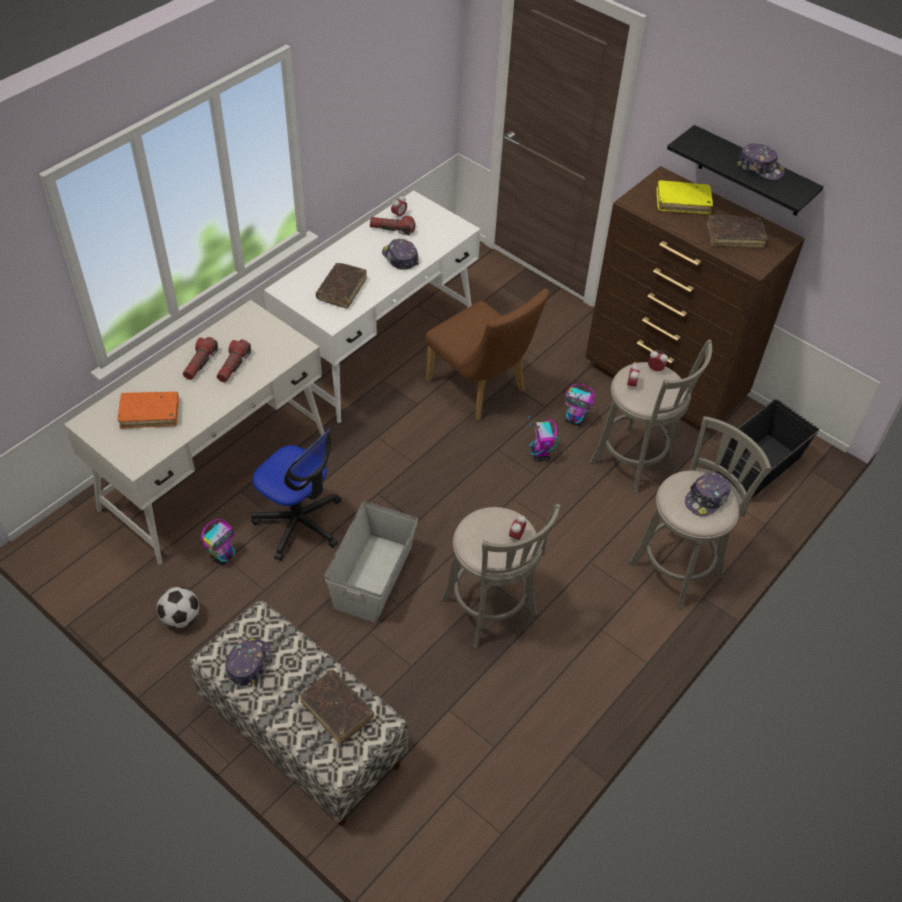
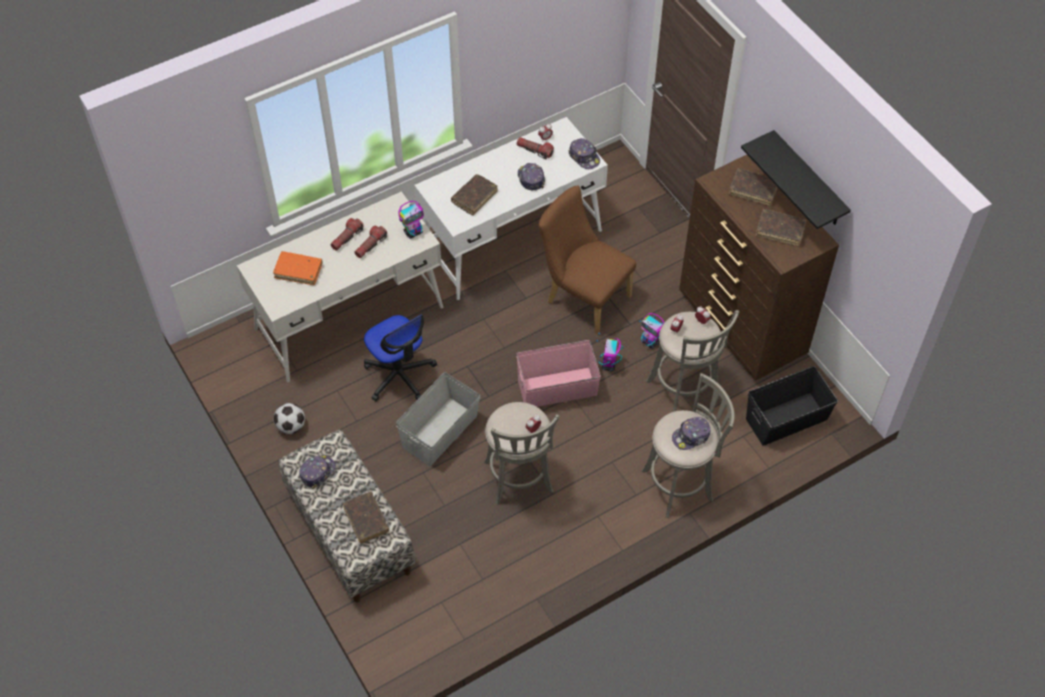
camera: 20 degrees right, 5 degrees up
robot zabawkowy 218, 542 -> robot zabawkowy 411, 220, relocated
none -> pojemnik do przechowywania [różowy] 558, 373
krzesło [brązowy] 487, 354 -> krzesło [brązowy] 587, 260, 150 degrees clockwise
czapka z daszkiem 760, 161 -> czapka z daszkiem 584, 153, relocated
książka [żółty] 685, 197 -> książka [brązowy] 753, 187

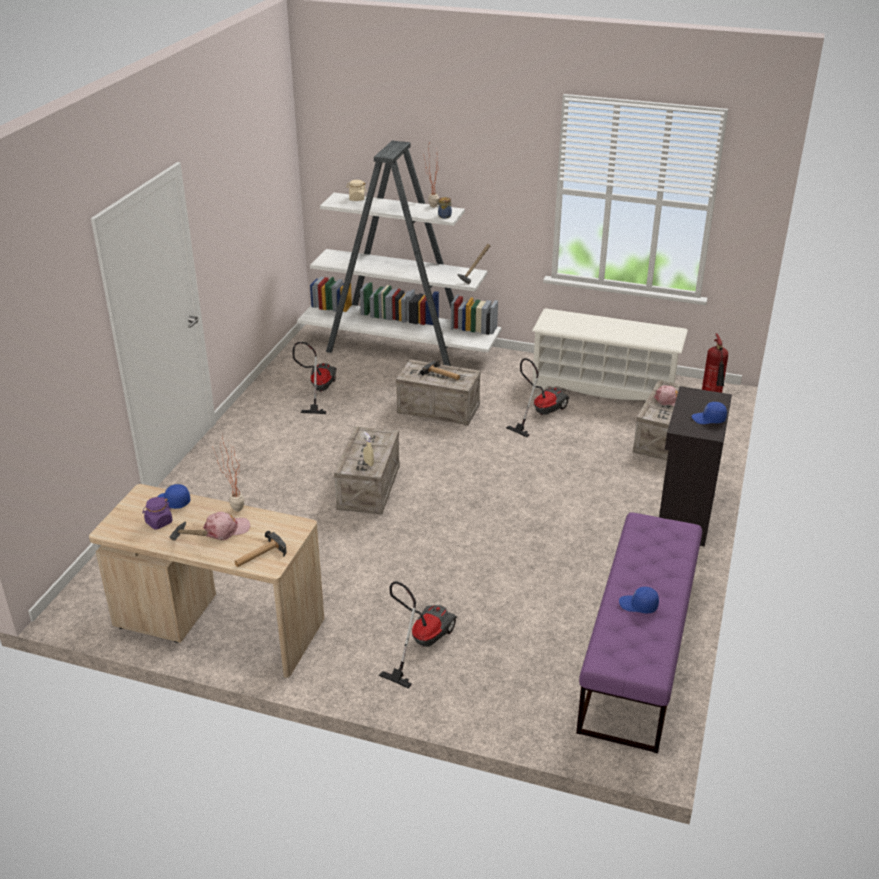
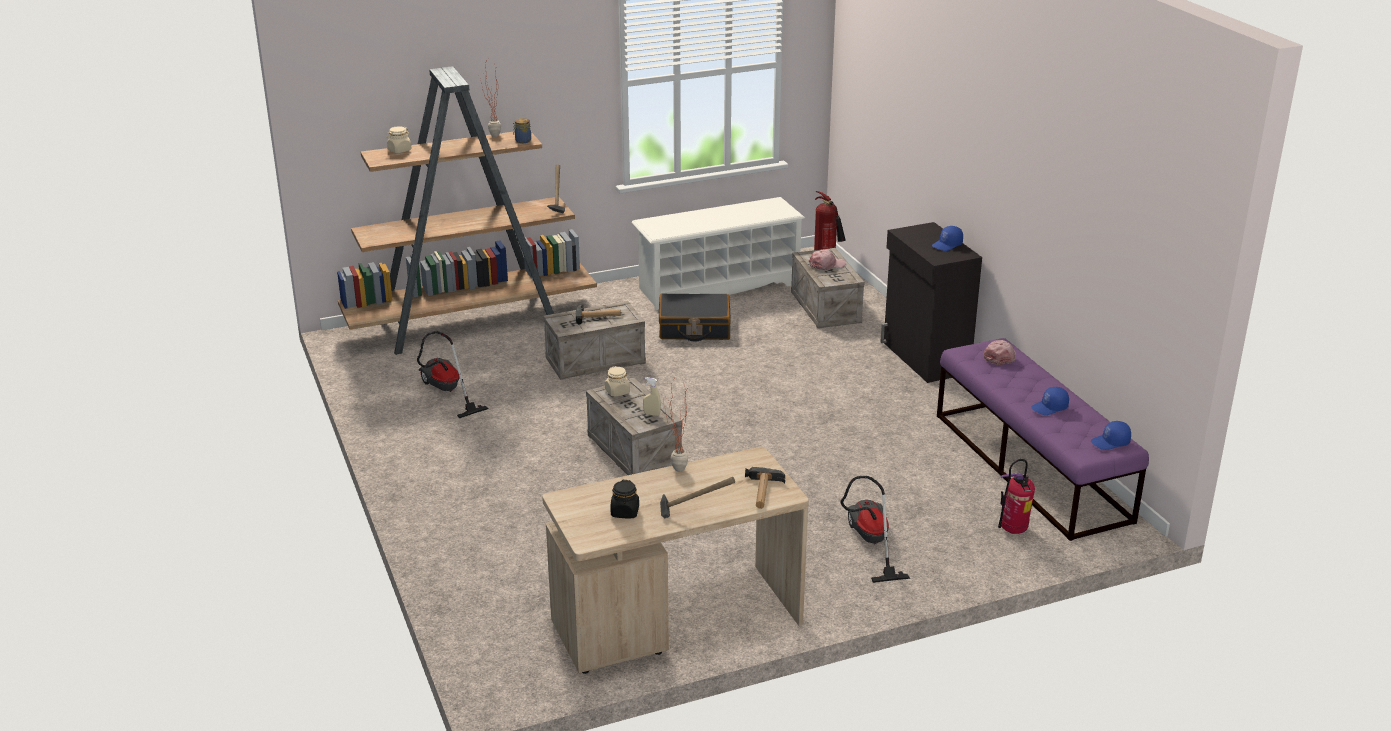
camera: 40 degrees left, 5 degrees down
regał [biały] 399, 253 -> regał [brązowy] 467, 210
none -> słoik [beżowy] 617, 381
słoik [fioletowy] 157, 513 -> słoik [czarny] 624, 499
odkurzacz 537, 397 -> walizka [czarny] 695, 317
czapka z daszkiem [różowy] 226, 526 -> czapka z daszkiem [różowy] 1000, 352, relocated
none -> gaśnica 1016, 496
czapka z daszkiem [niebieski] 174, 496 -> czapka z daszkiem [niebieski] 1111, 435, relocated

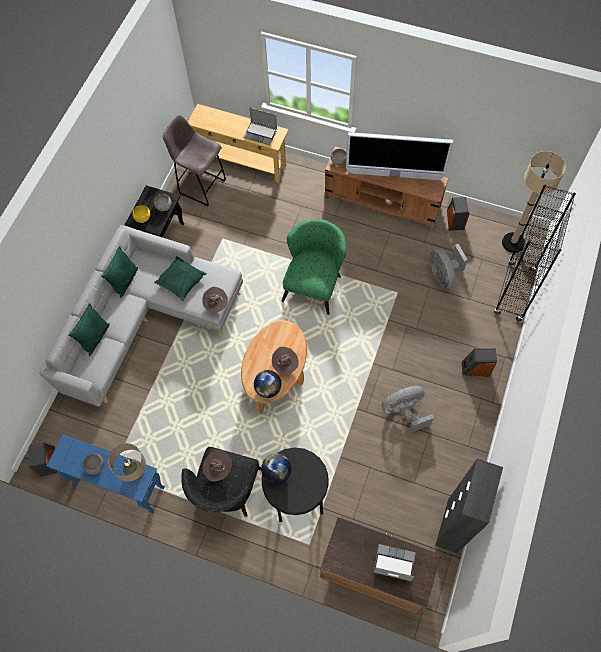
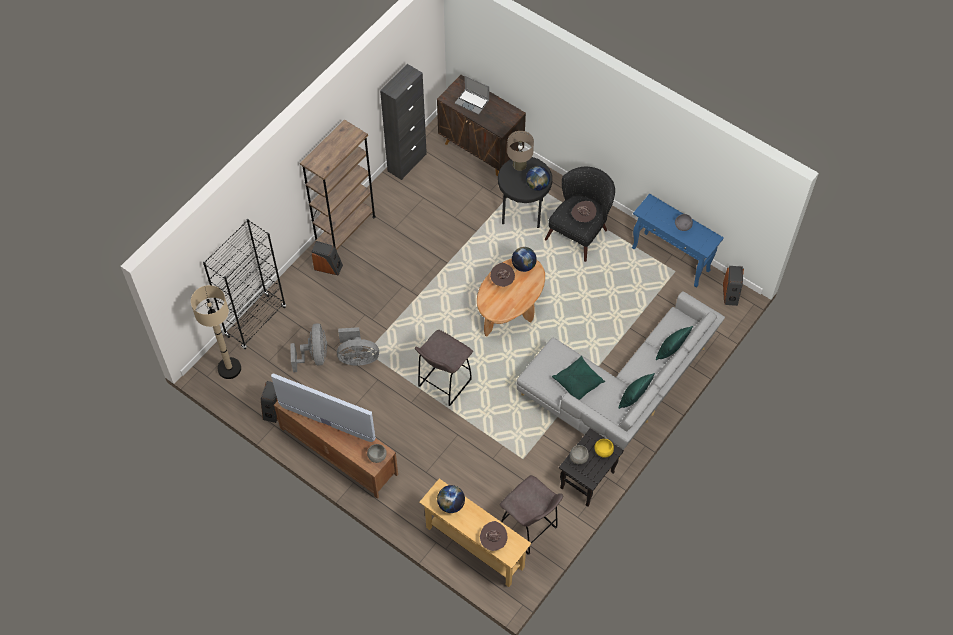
camera: 165 degrees left, 5 degrees down
none -> regał [brązowy] 338, 184
wentylator [szary] 408, 409 -> wentylator [szary] 358, 346, relocated
fotel [zielony] 314, 267 -> stołek [szary] 444, 368
laptop 260, 126 -> globus 451, 499
kapelusz [brązowy] 215, 300 -> kapelusz [brązowy] 494, 536, relocated
lampa stołowa [beżowy] 127, 462 -> lampa stołowa [beżowy] 520, 151, relocated

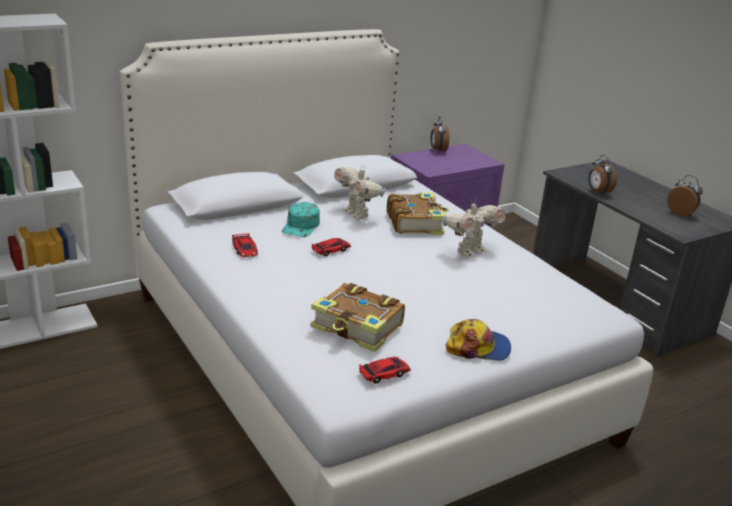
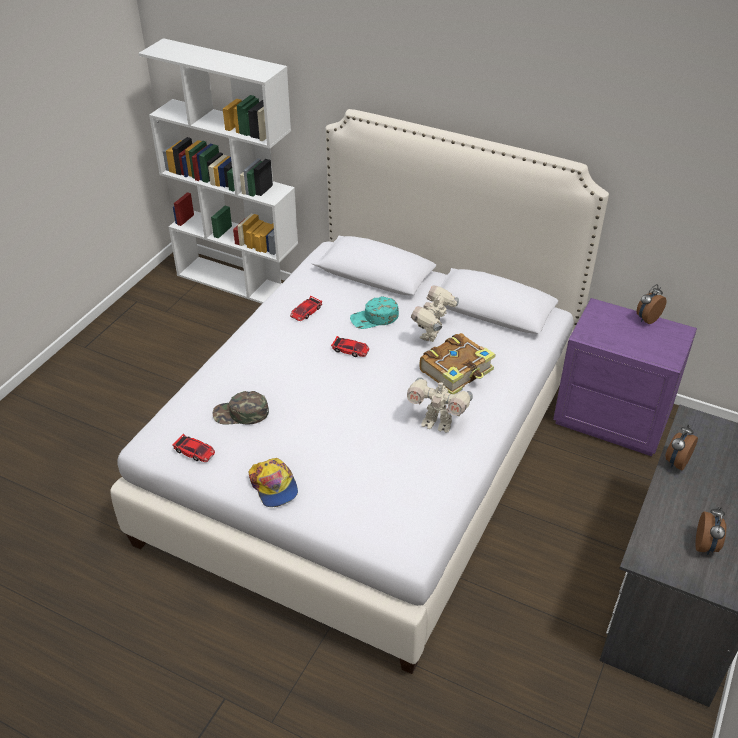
camera: 60 degrees right, 15 degrees up
książka 357, 317 -> czapka z daszkiem [zielony] 241, 407

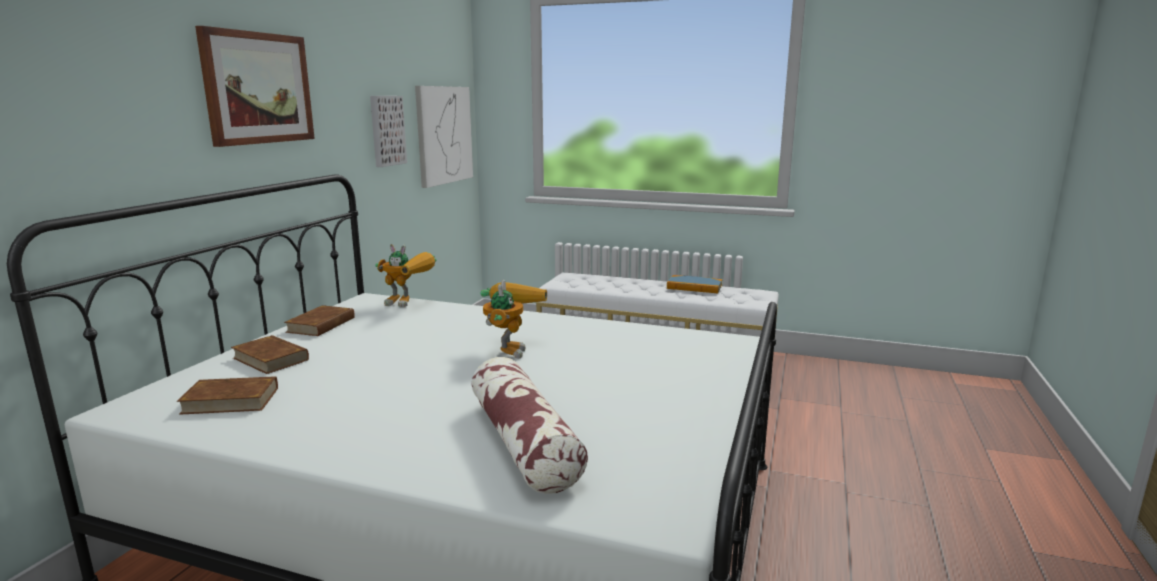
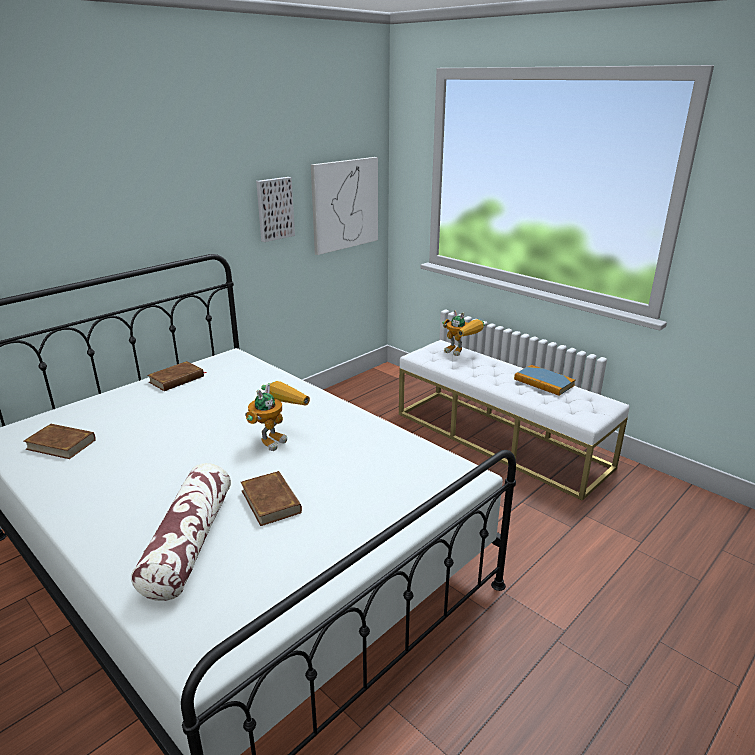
camera: 25 degrees right, 10 degrees up
książka [brązowy] 270, 354 -> książka [brązowy] 271, 498, relocated
robot zabawkowy 405, 275 -> robot zabawkowy 463, 333, relocated
obraz 255, 86 -> none

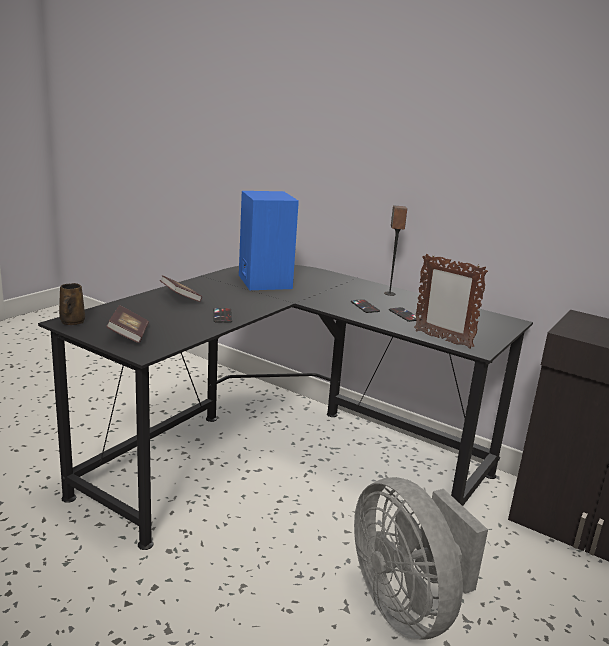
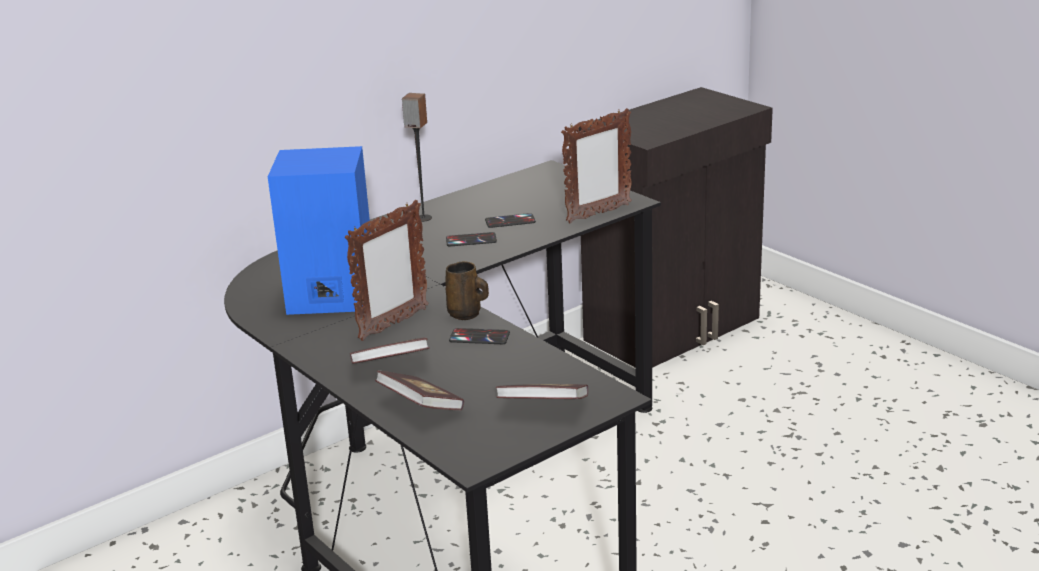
camera: 70 degrees left, 5 degrees up
none -> ramka na zdjęcie 387, 270
none -> książka 419, 390
kubek [brązowy] 72, 304 -> kubek [brązowy] 467, 290, relocated
wentylator [szary] 421, 558 -> none

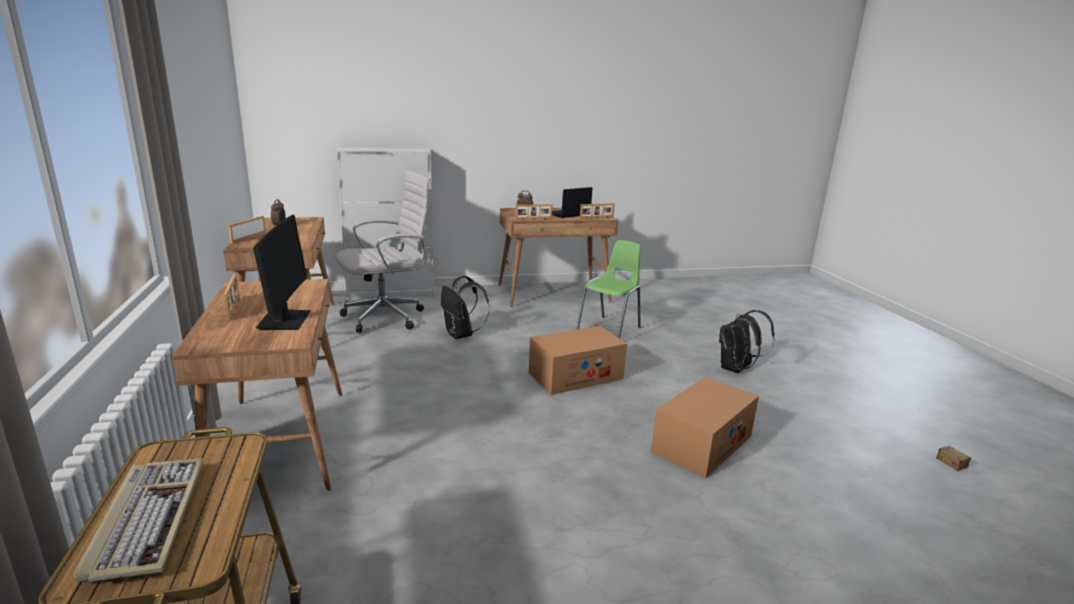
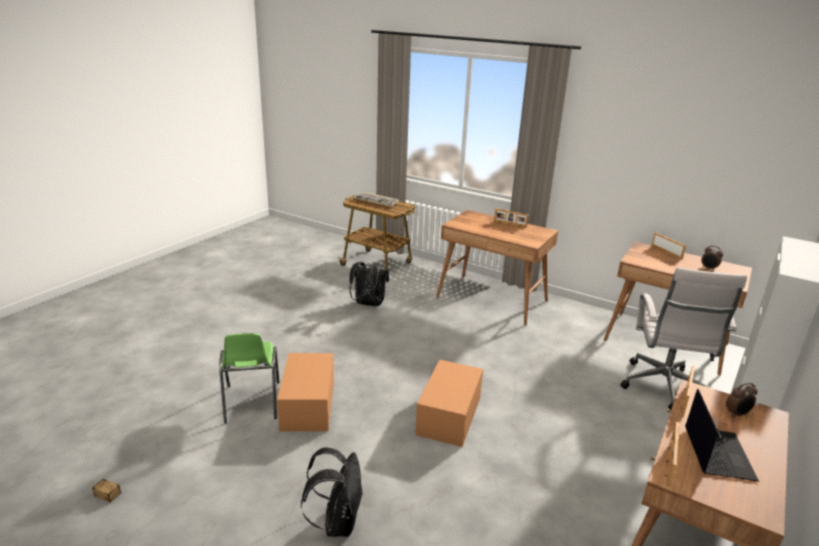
camera: 135 degrees right, 5 degrees up
krzesło [zielony] 608, 289 -> krzesło [zielony] 249, 378, relocated
plecak [czarny] 465, 307 -> plecak [czarny] 369, 284, relocated
monitor 282, 272 -> none

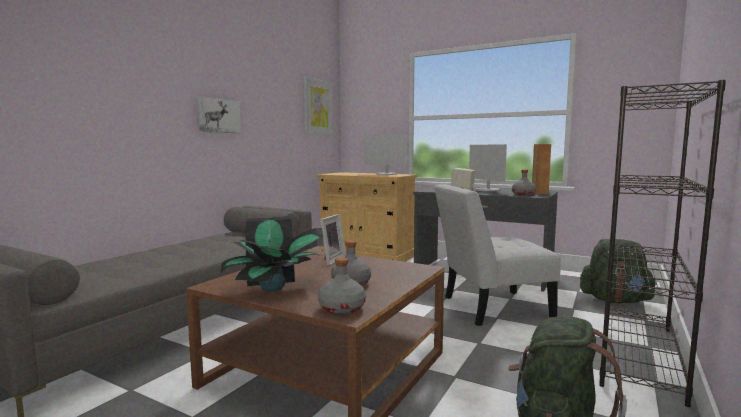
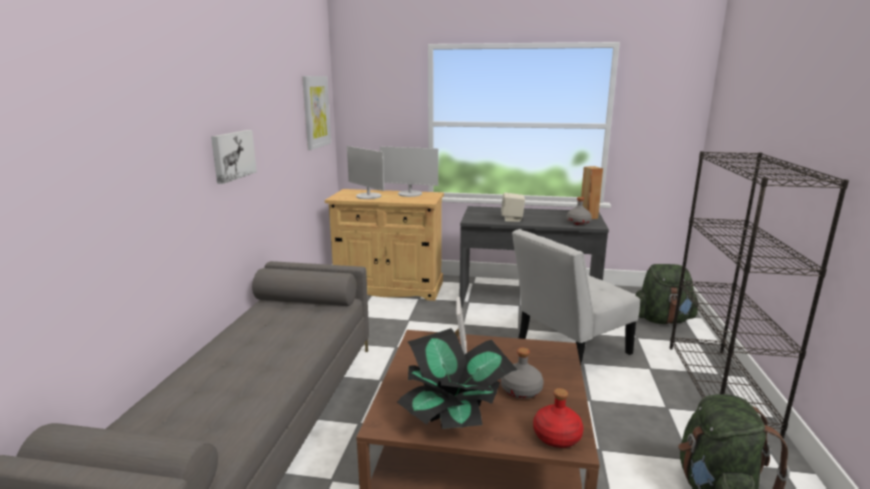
camera: 20 degrees left, 10 degrees up
monitor 488, 167 -> monitor 365, 172, relocated
butelka [szary] 342, 285 -> butelka [czerwony] 558, 418

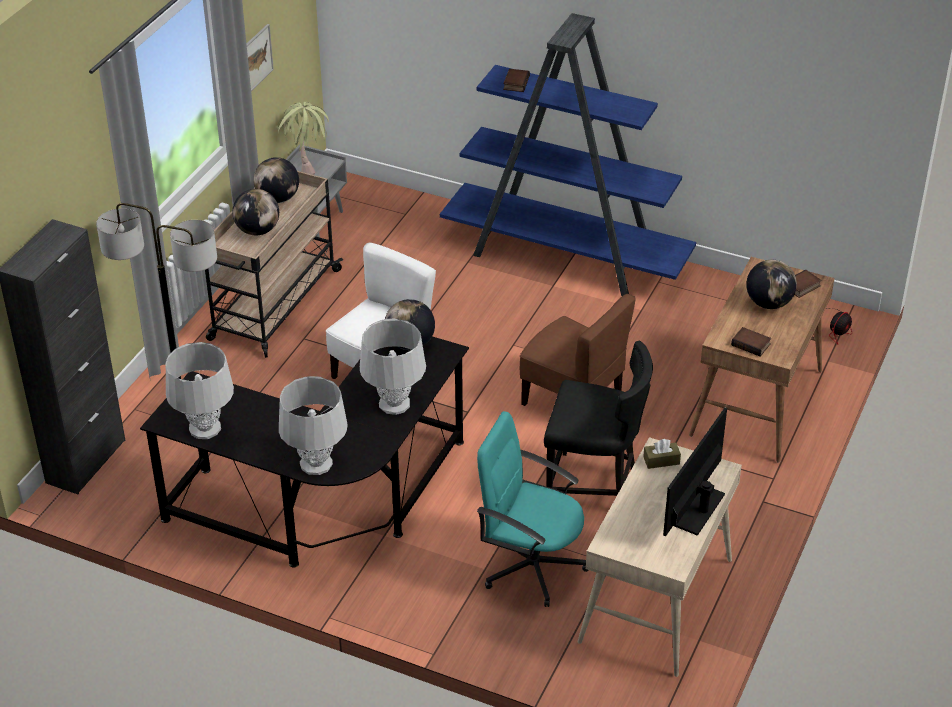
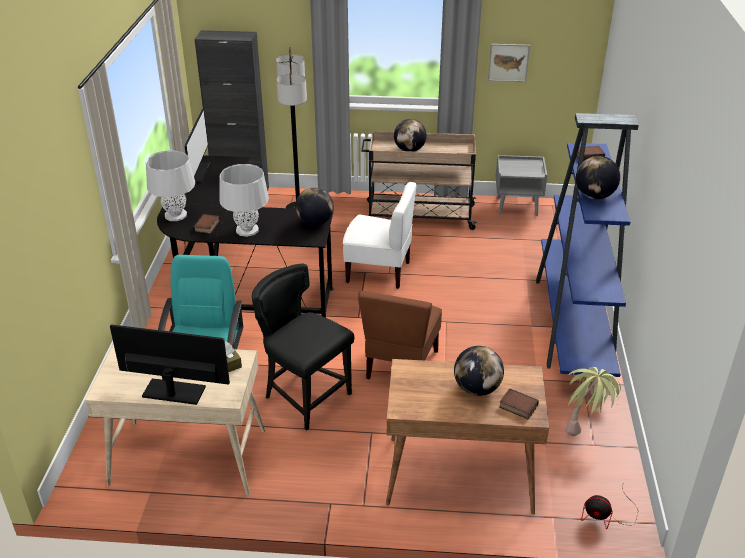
camera: 70 degrees right, 5 degrees down
lampa stołowa [szary] 199, 390 -> monitor 197, 146
książka 751, 342 -> książka 206, 224, relocated
krzesło [czarny] 598, 418 -> krzesło [czarny] 303, 346, 135 degrees clockwise
roślina doniczkowa 303, 138 -> roślina doniczkowa 593, 401, relocated
globus 276, 180 -> globus 598, 177, relocated

